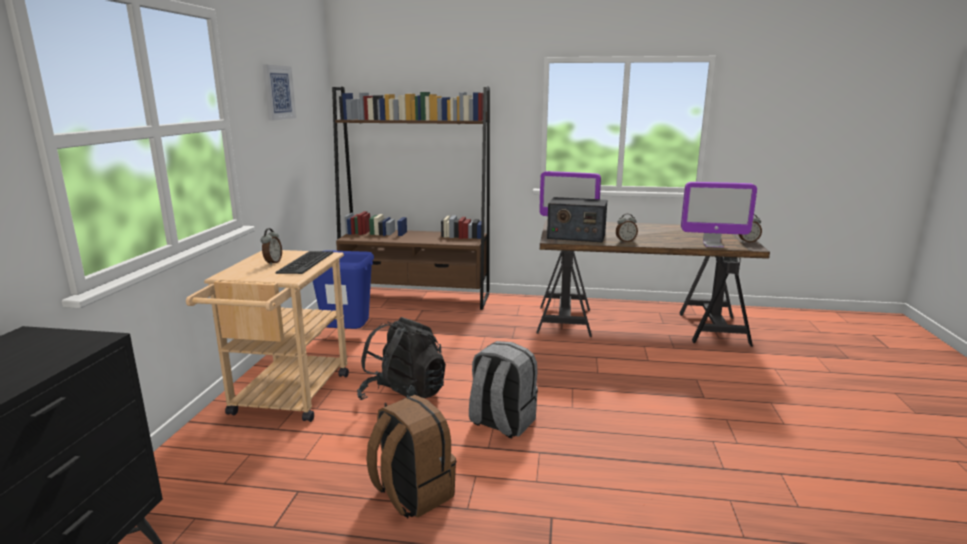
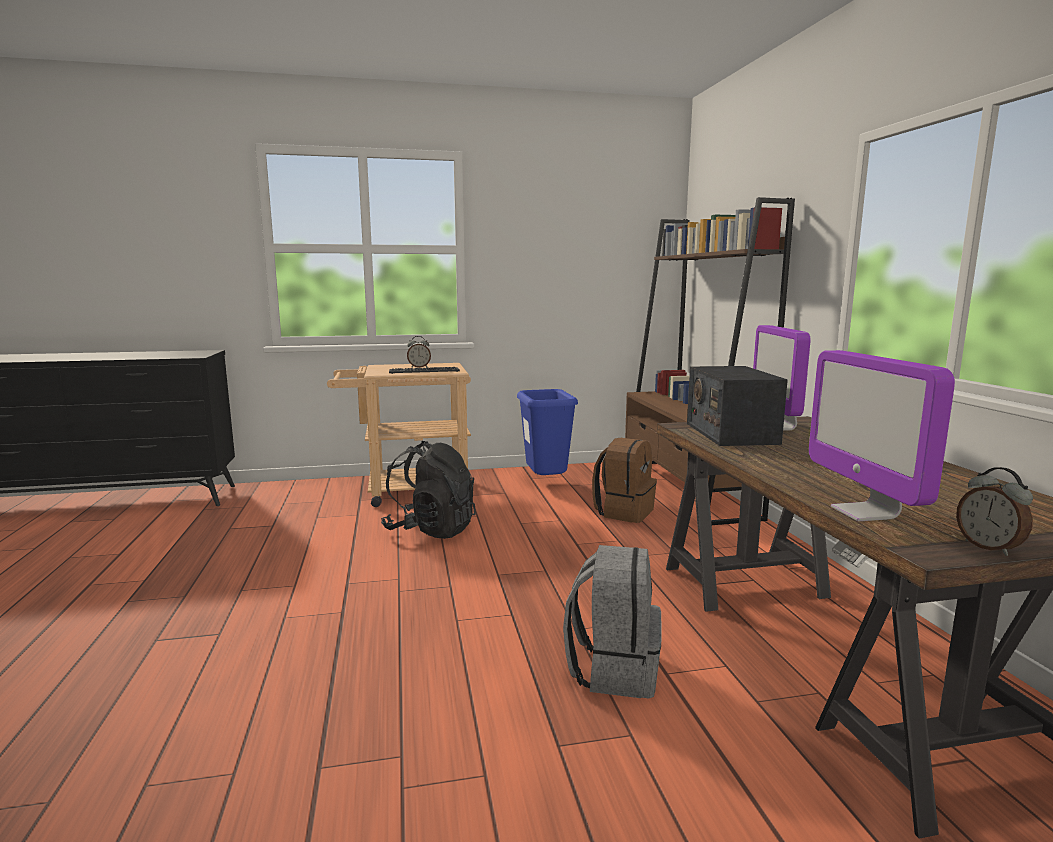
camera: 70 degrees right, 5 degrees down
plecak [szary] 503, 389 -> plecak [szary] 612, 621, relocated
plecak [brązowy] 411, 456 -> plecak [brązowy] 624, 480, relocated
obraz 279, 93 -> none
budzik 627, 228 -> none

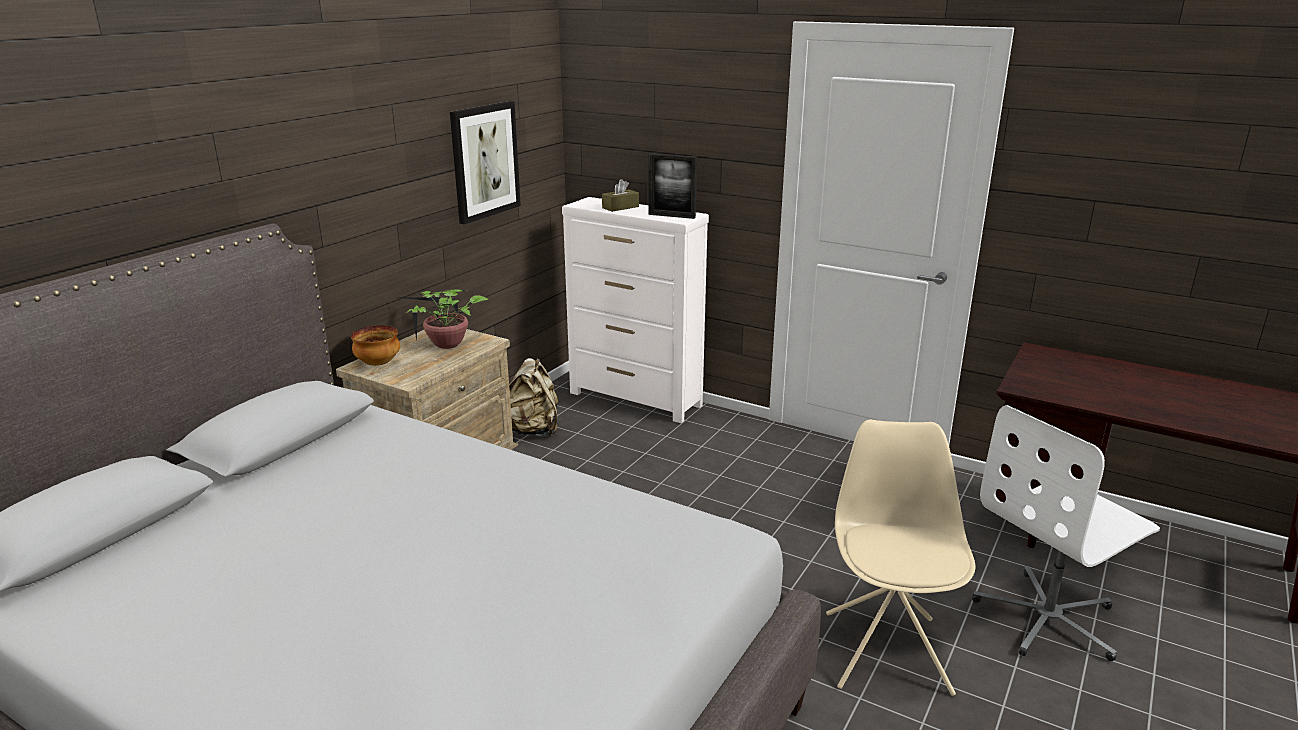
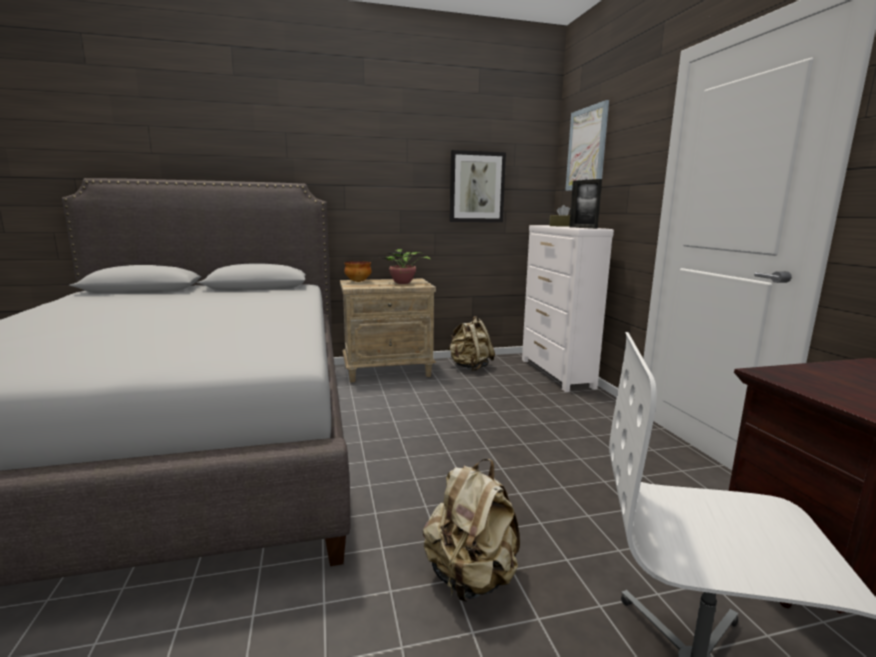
camera: 45 degrees right, 10 degrees down
krzesło [beżowy] 901, 558 -> plecak [beżowy] 471, 530
none -> obraz 587, 145

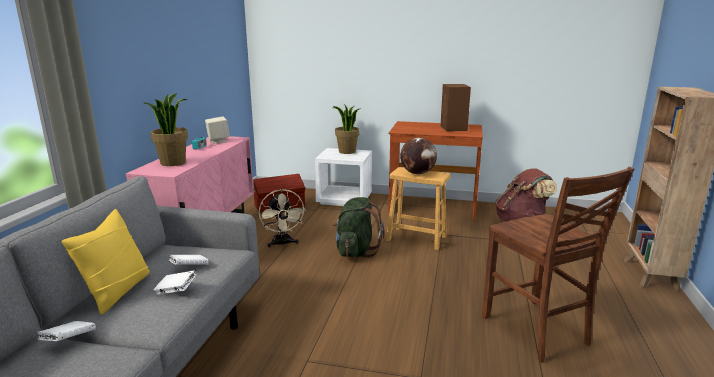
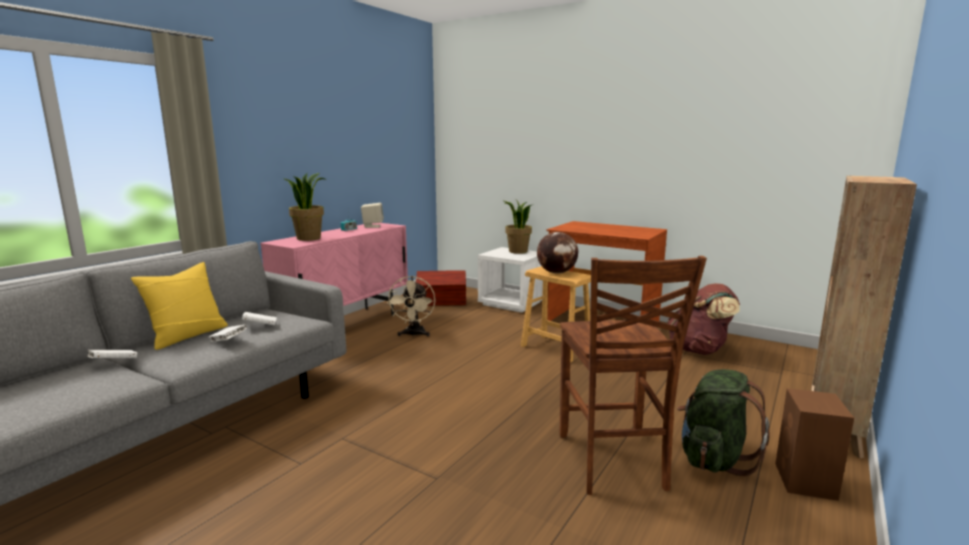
camera: 20 degrees right, 5 degrees down
plecak [zielony] 359, 227 -> plecak [zielony] 723, 422, relocated
głośnik [brązowy] 455, 107 -> głośnik [brązowy] 814, 444, relocated

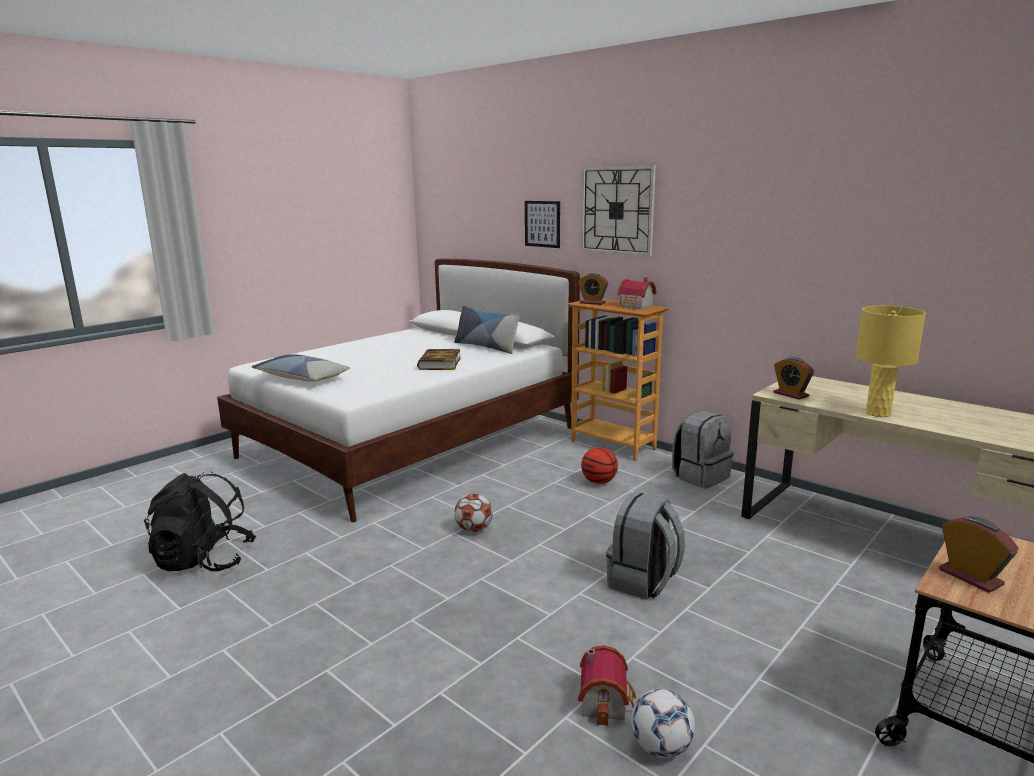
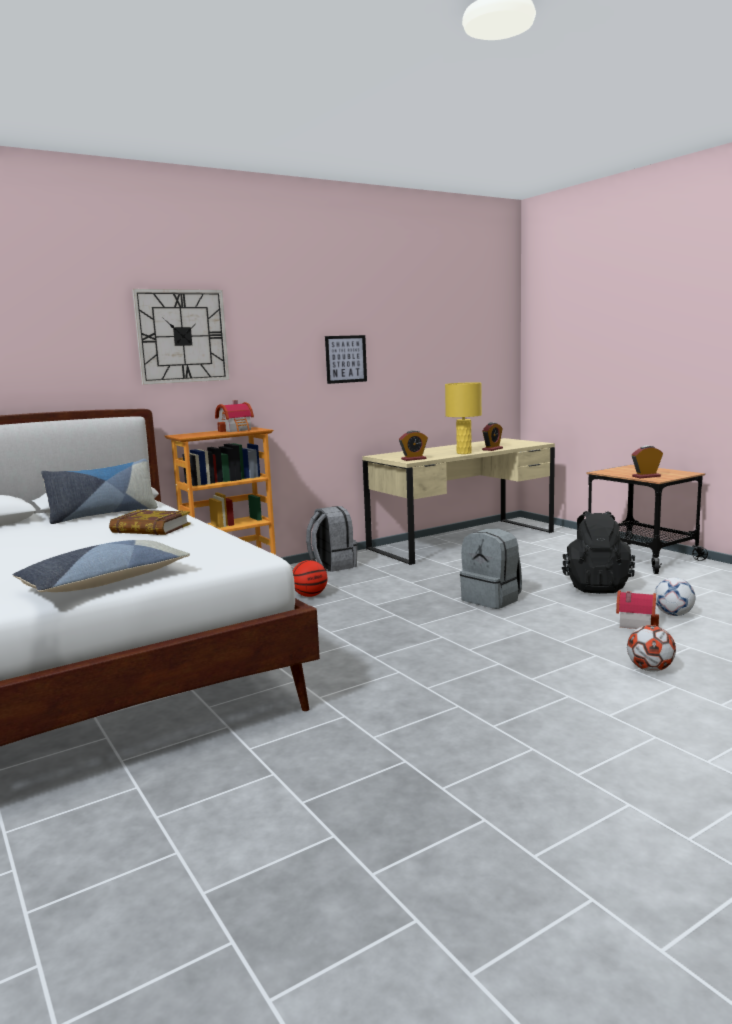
camera: 75 degrees left, 5 degrees down
obraz 542, 224 -> obraz 346, 359, relocated
budzik 593, 289 -> budzik 492, 436, relocated
plecak [czarny] 200, 521 -> plecak [czarny] 598, 552, relocated
piłka futbolowa 473, 512 -> piłka futbolowa 651, 648, relocated

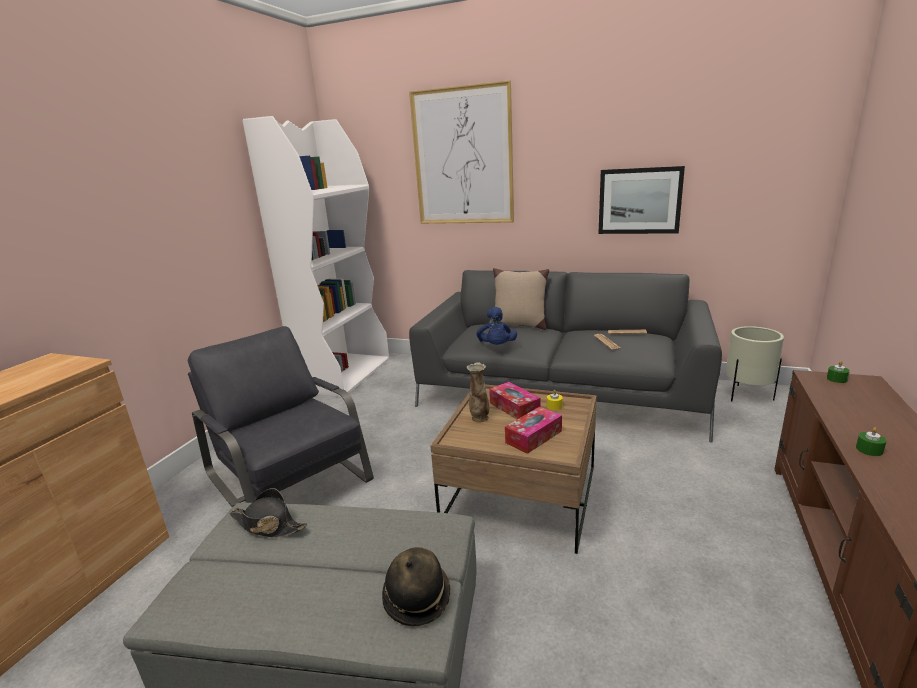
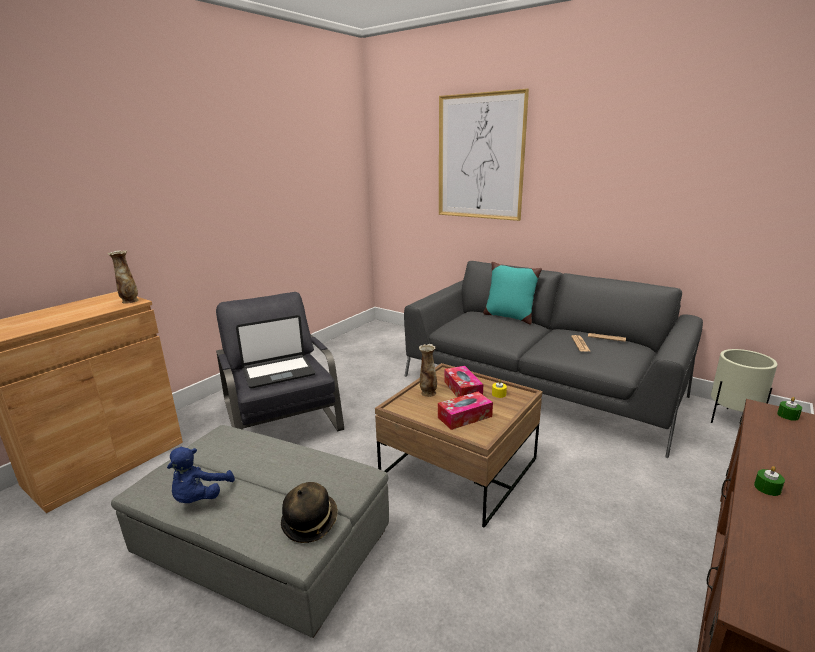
camera: 15 degrees right, 0 degrees up
none -> wazon 123, 277
pluszak [niebieski] 496, 326 -> pluszak [niebieski] 201, 475, relocated
none -> laptop 275, 351
poduszka [beżowy] 521, 299 -> poduszka [turkusowy] 512, 293
kapelusz [czarny] 269, 513 -> none
regał [biały] 315, 256 -> none
obraz 641, 200 -> none

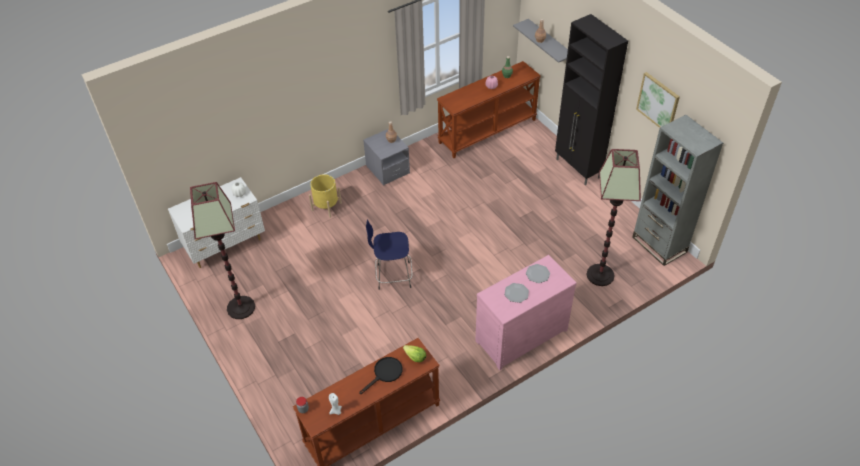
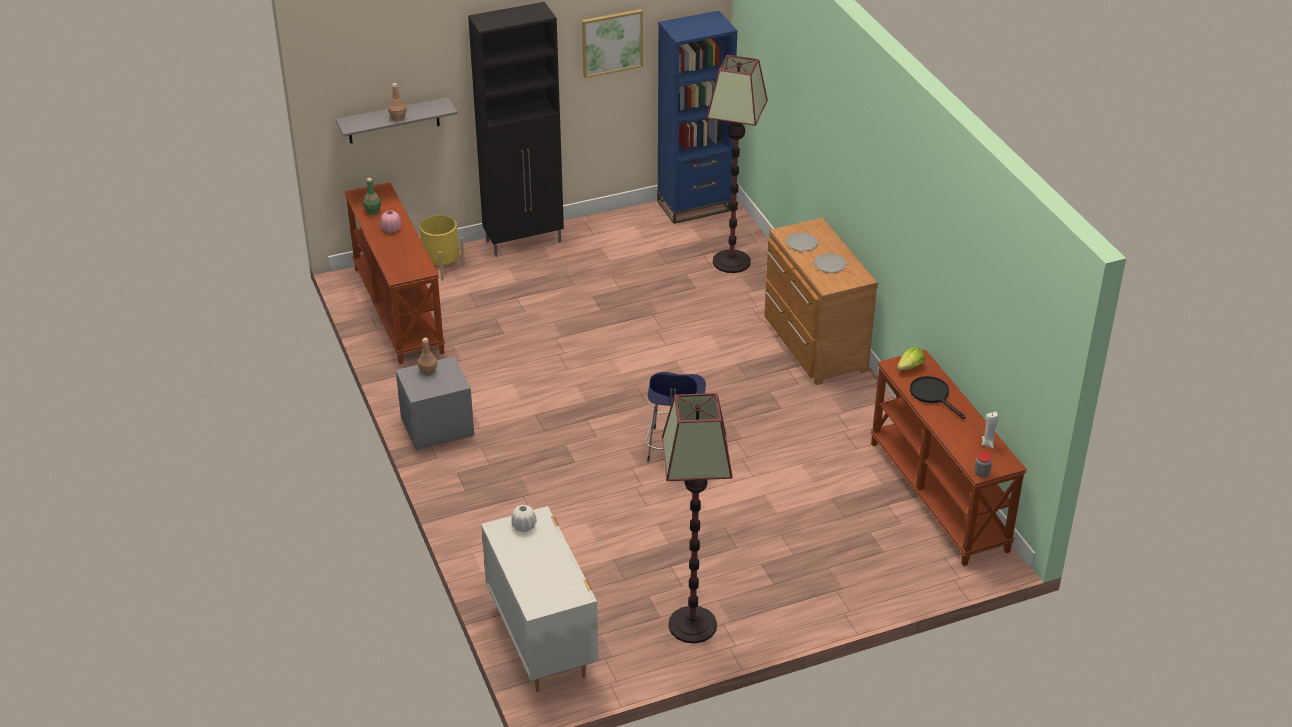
camera: 80 degrees left, 10 degrees down
donica [żółty] 325, 196 -> donica [żółty] 442, 248, relocated
regał [szary] 677, 190 -> regał [niebieski] 697, 117
komoda [różowy] 526, 312 -> komoda [brązowy] 821, 301

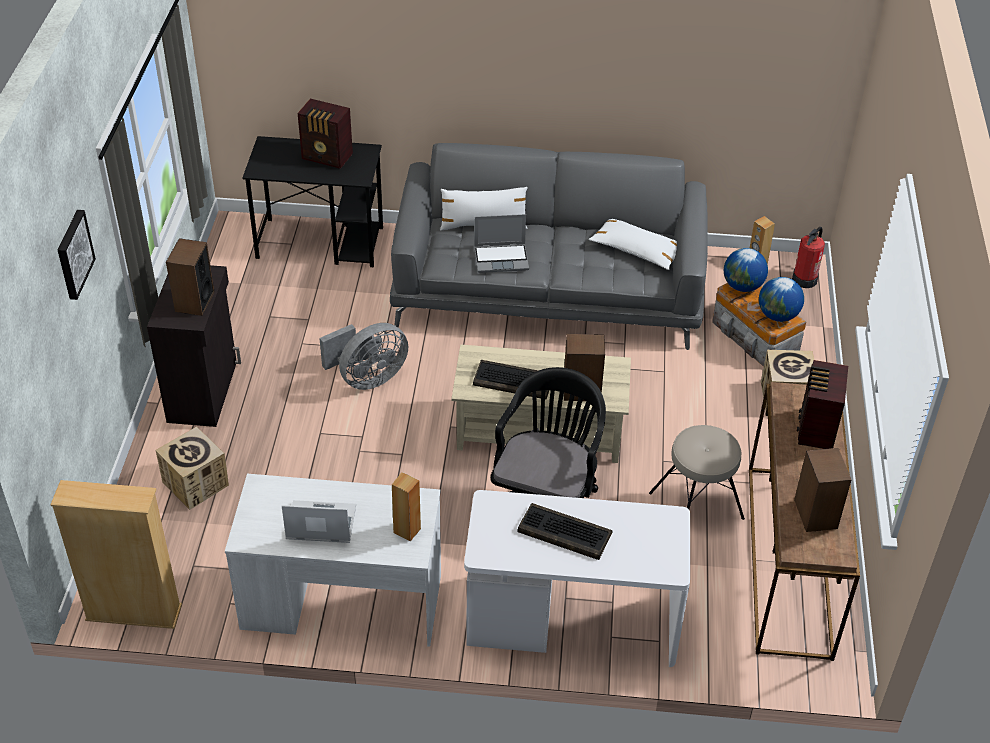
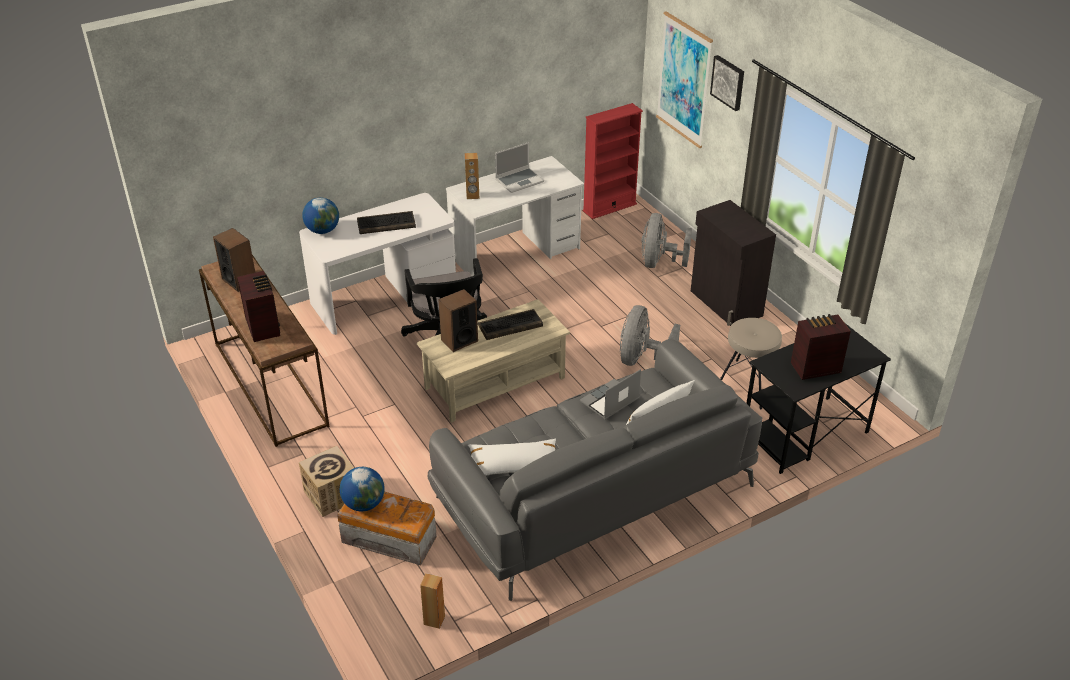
camera: 145 degrees right, 5 degrees down
globus 746, 270 -> globus 320, 215, relocated
regał [beżowy] 116, 554 -> regał [czerwony] 613, 161
karton 192, 468 -> wentylator [szary] 667, 240
none -> obraz 684, 79
stołek [beżowy] 697, 472 -> stołek [beżowy] 751, 363, relocated
głośnik 190, 277 -> none
gaśnica 808, 257 -> none

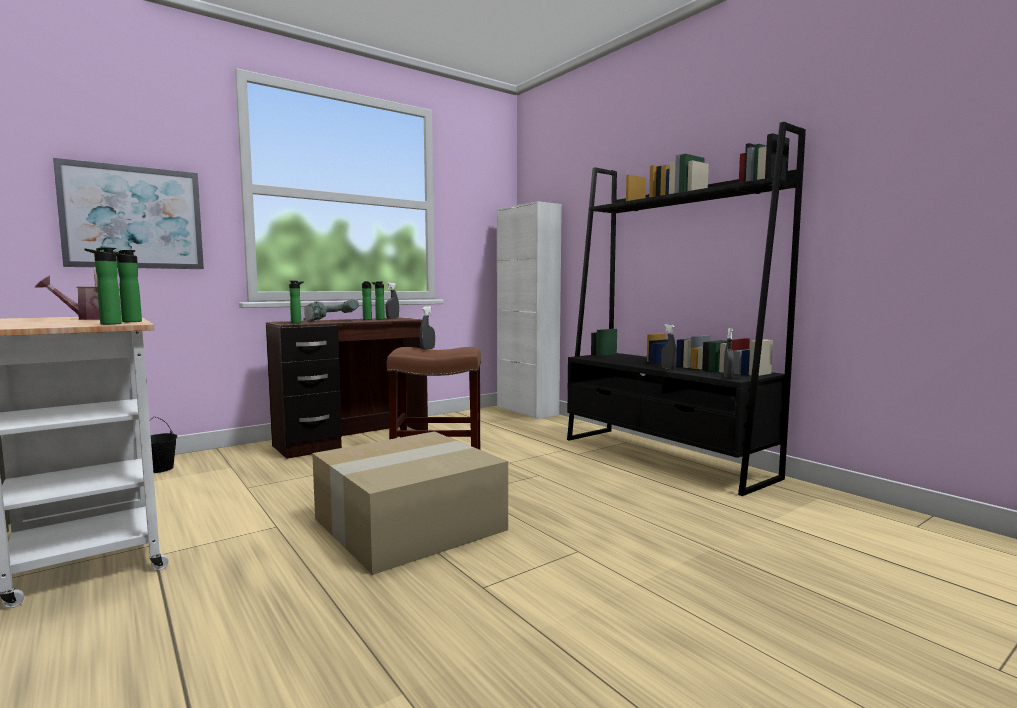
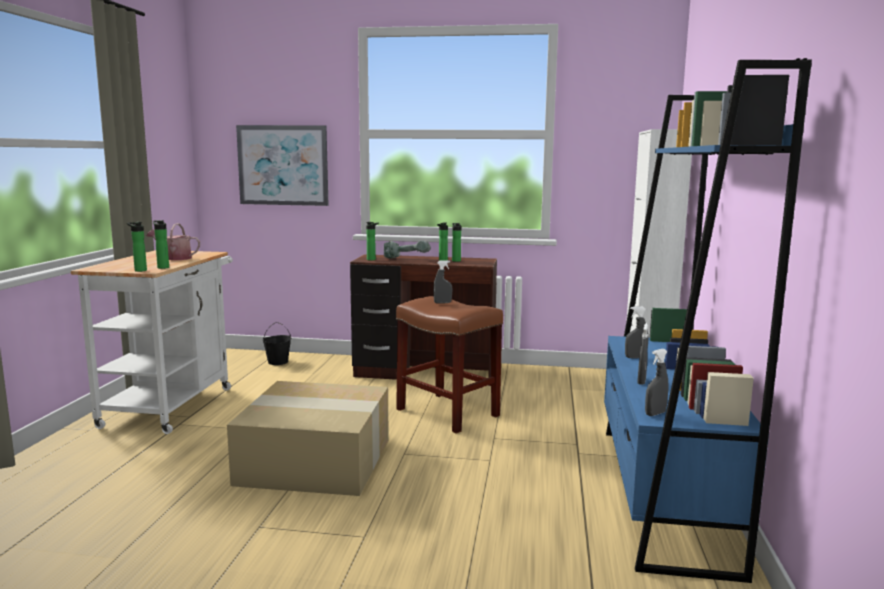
camera: 45 degrees right, 5 degrees up
regał [czarny] 686, 309 -> regał [niebieski] 708, 320
spryskiwacz [szary] 392, 300 -> spryskiwacz [szary] 636, 332, relocated

